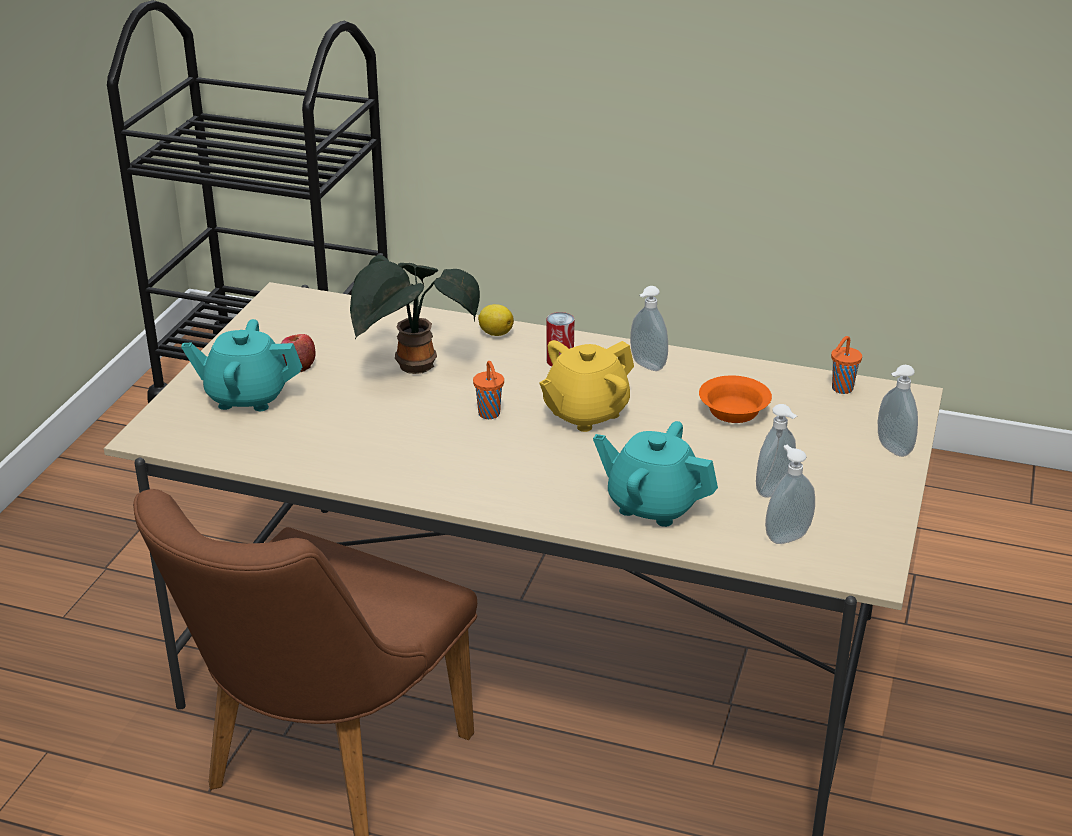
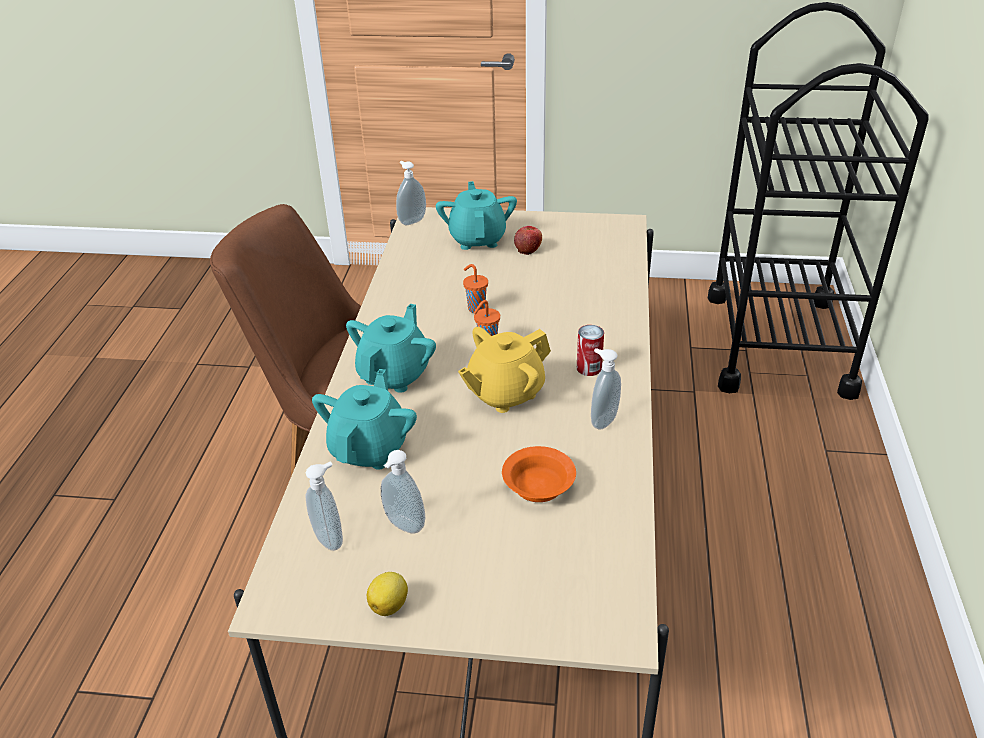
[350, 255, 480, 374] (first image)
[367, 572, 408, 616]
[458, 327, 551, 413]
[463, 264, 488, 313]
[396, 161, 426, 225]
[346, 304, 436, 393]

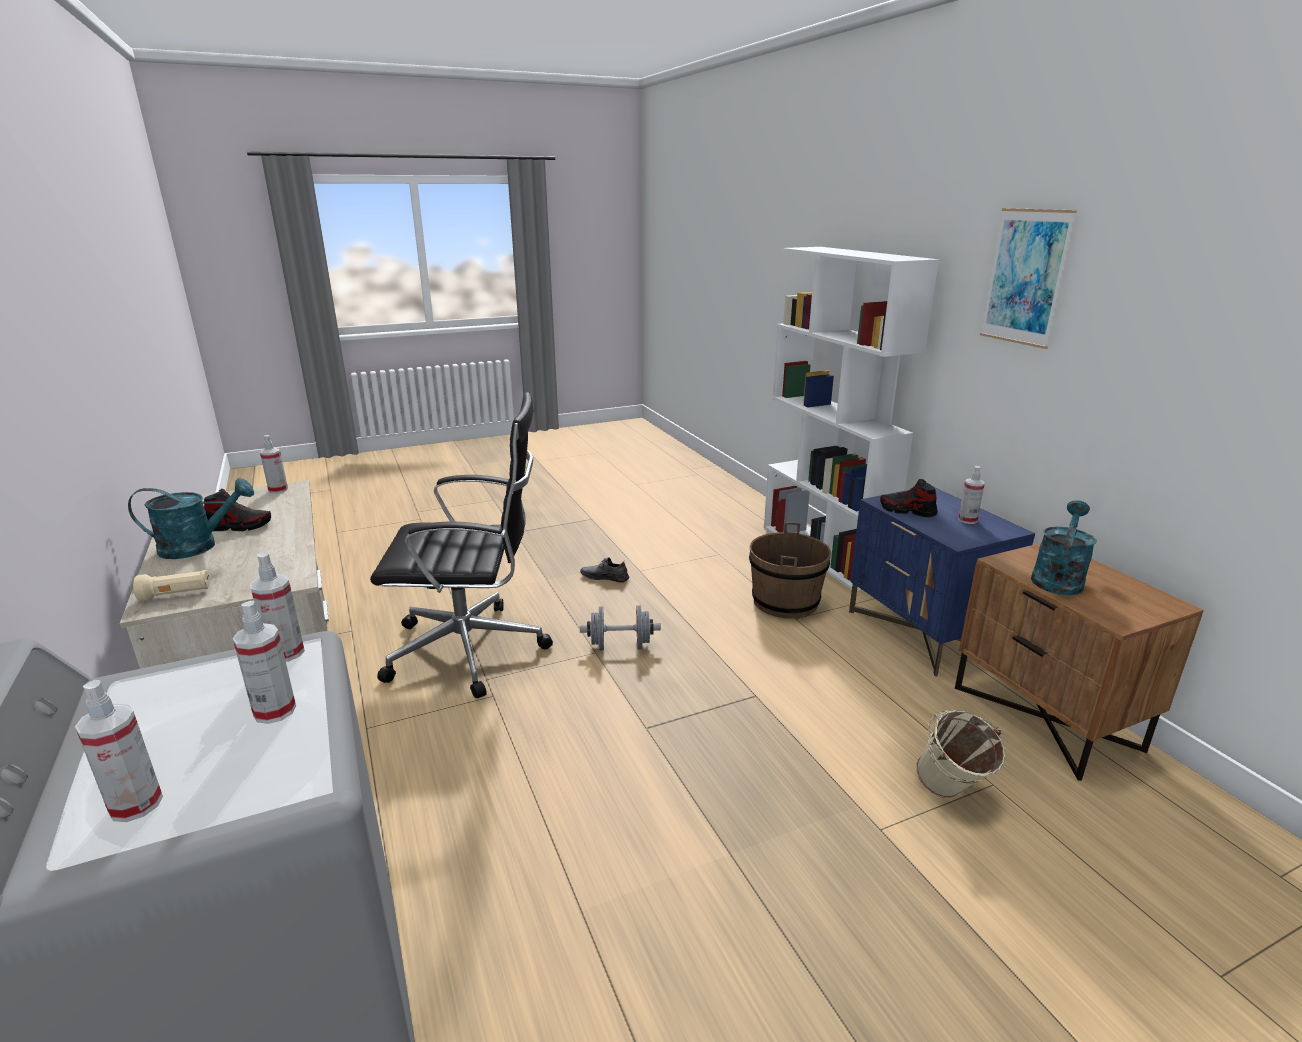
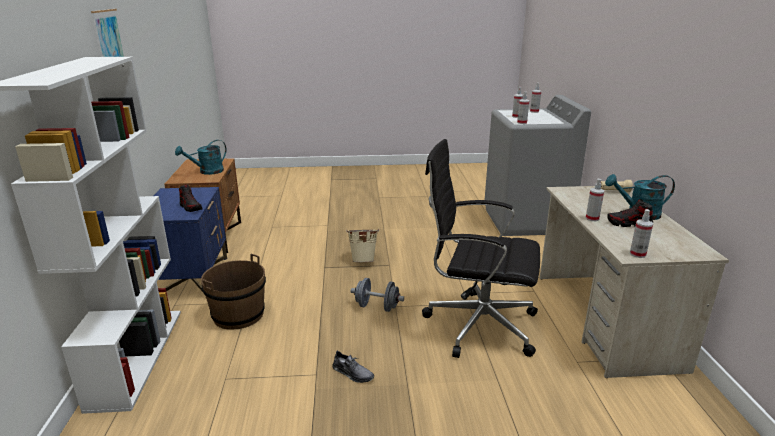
[346, 229, 379, 262]
[586, 179, 604, 221]

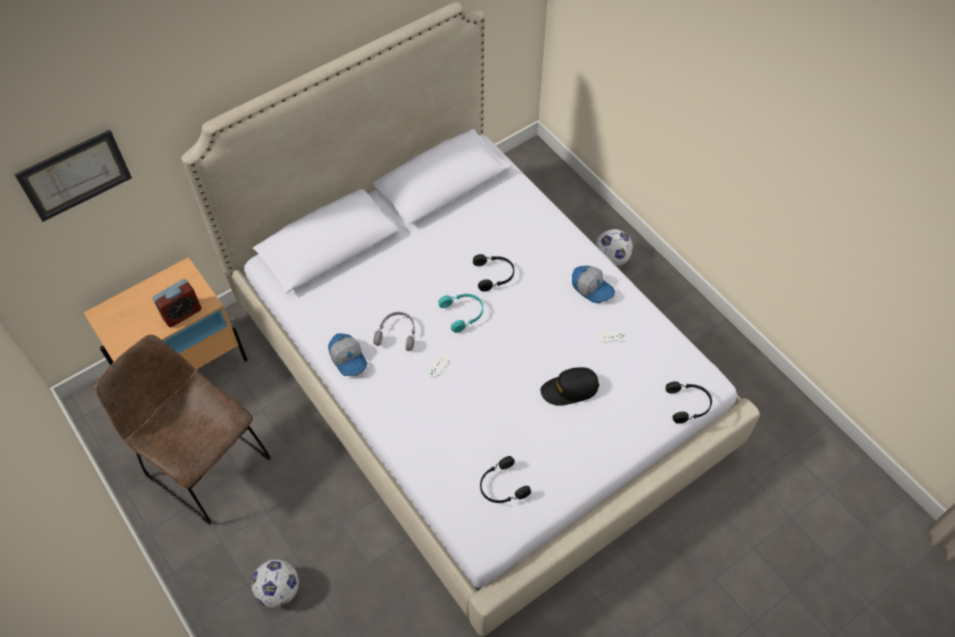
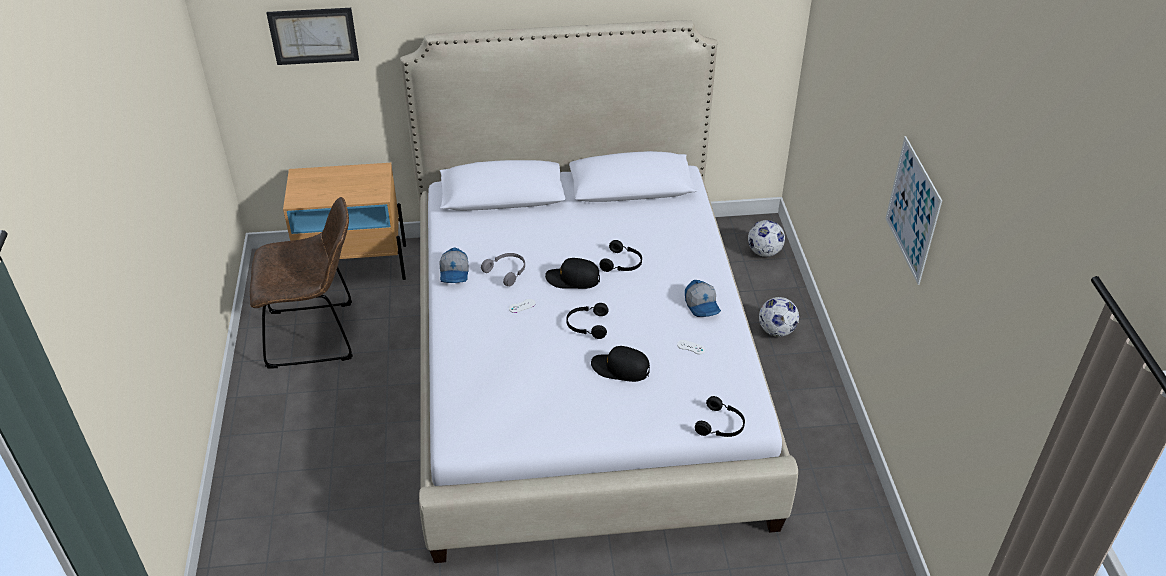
[250, 197, 353, 369]
[152, 279, 201, 327] (first image)
[748, 220, 785, 257]
[545, 258, 600, 289]
[566, 303, 608, 339]
[885, 136, 942, 285]

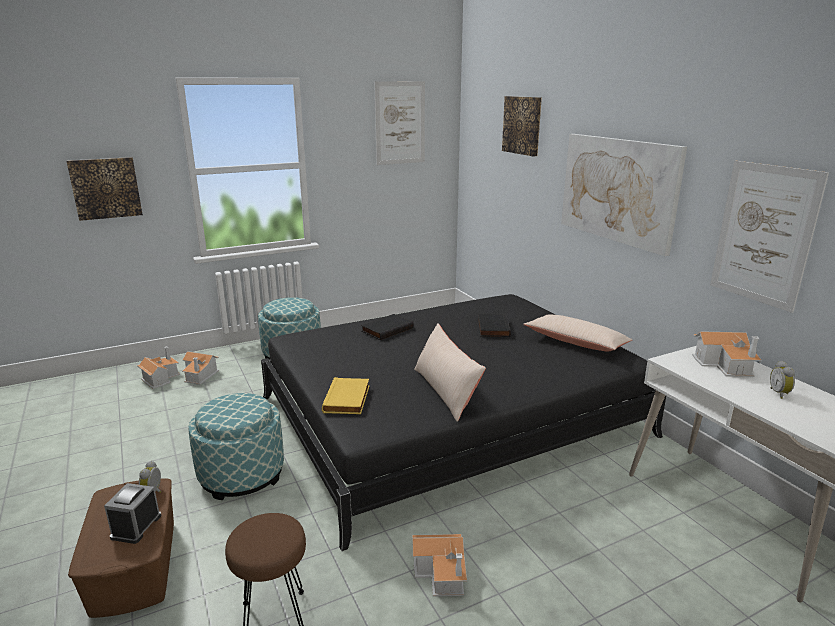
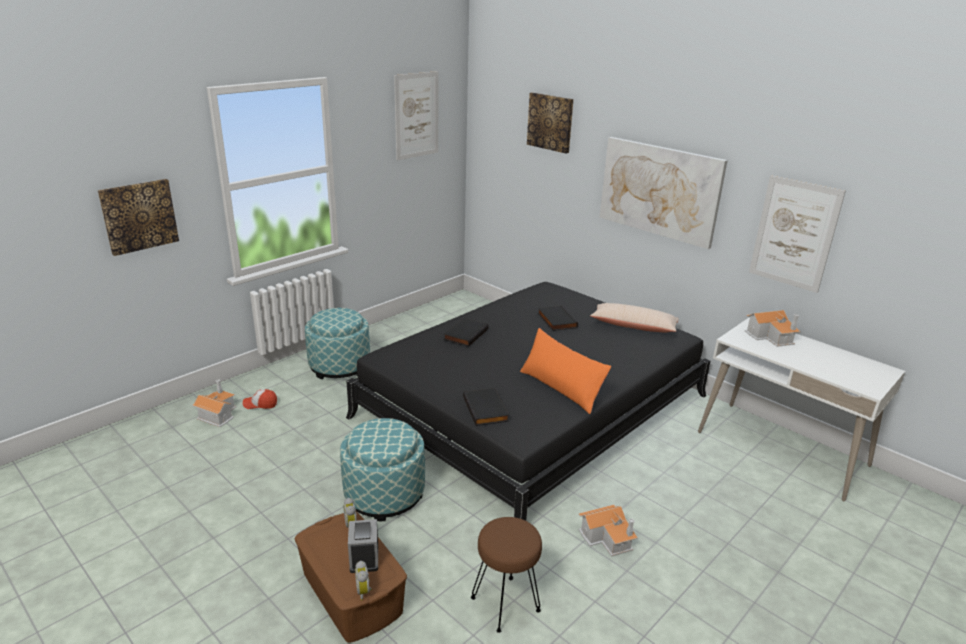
[243, 389, 277, 409]
[463, 388, 509, 426]
[520, 328, 611, 414]
[355, 561, 372, 601]

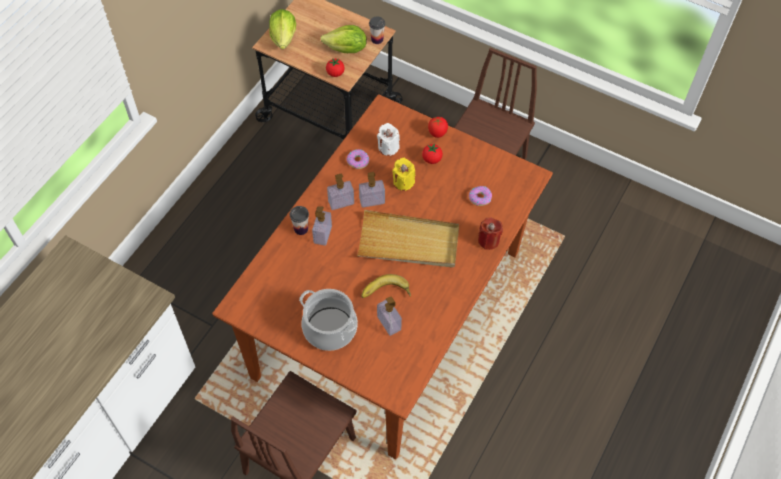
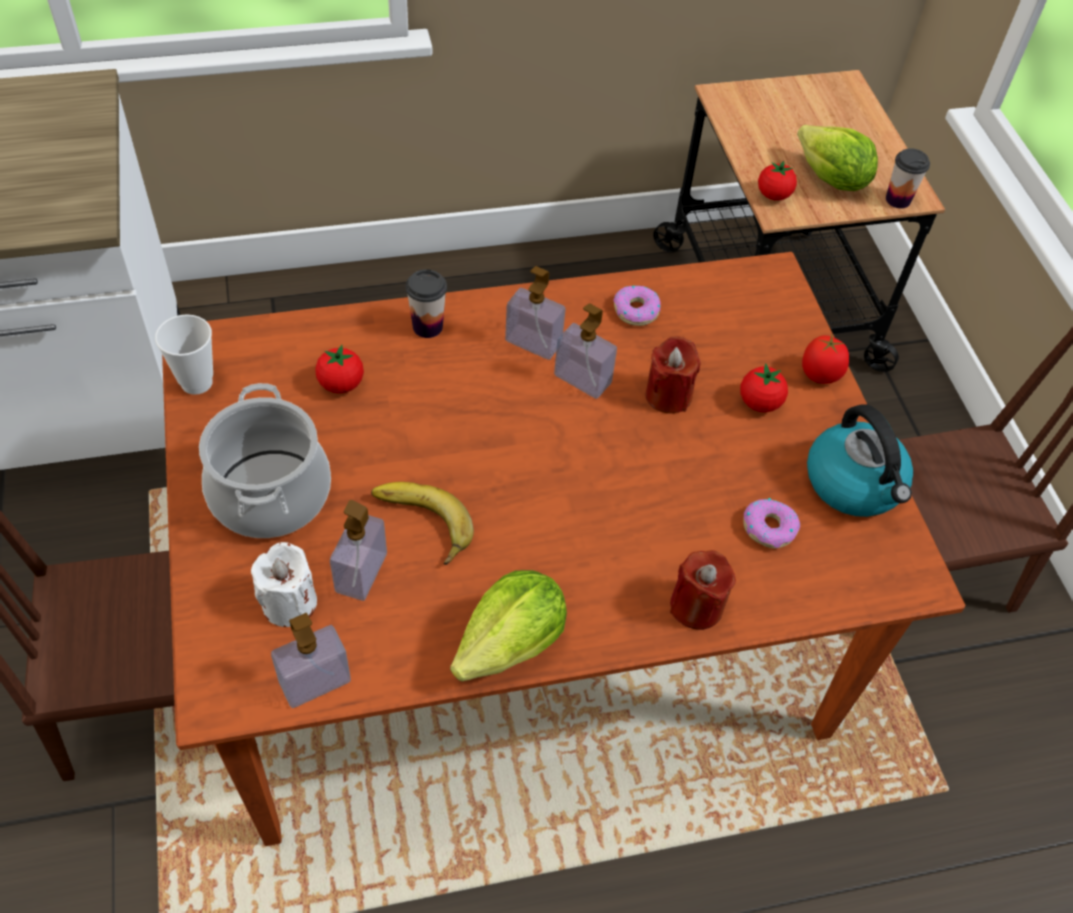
[450, 570, 567, 681]
[271, 613, 351, 708]
[357, 210, 459, 267] (first image)
[251, 542, 317, 627]
[645, 336, 701, 414]
[155, 314, 213, 395]
[315, 345, 364, 394]
[807, 404, 913, 517]

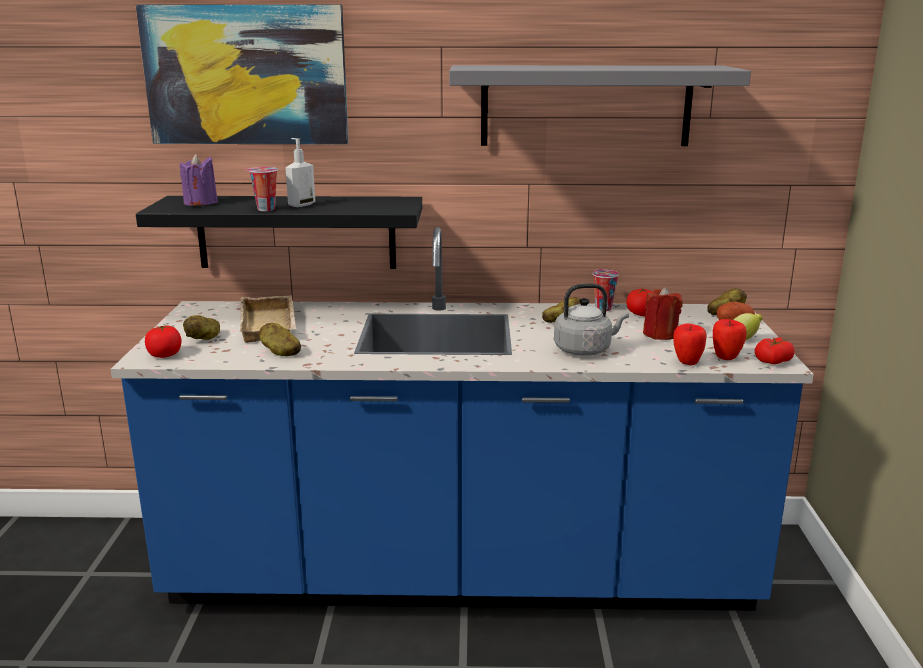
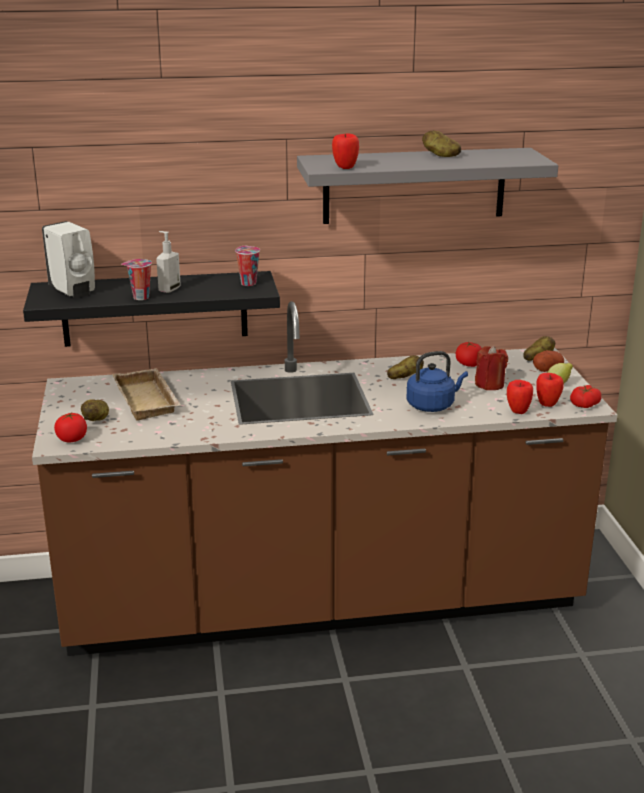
[32, 301, 617, 656]
[136, 4, 349, 144] (first image)
[42, 221, 95, 298]
[422, 130, 461, 157]
[406, 351, 468, 412]
[235, 246, 260, 286]
[332, 133, 359, 169]

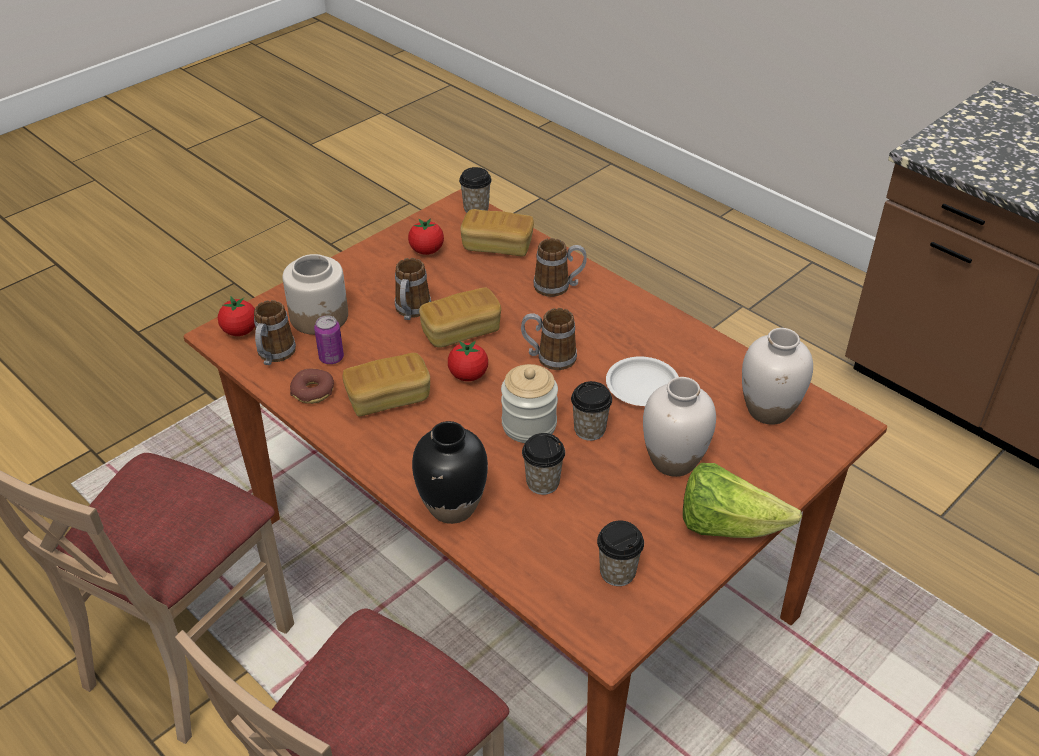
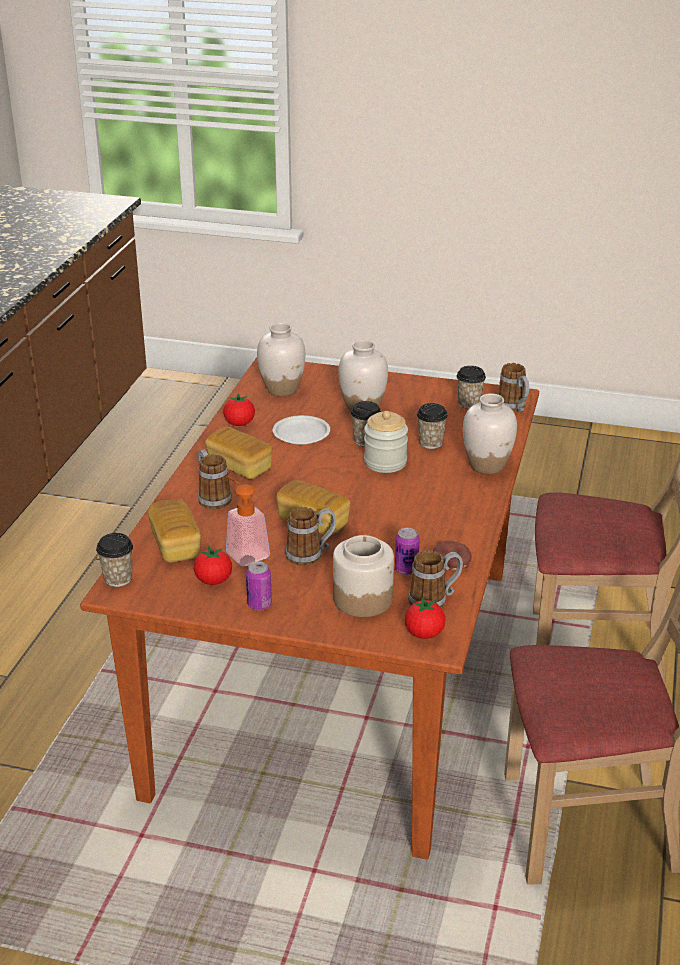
[205, 427, 272, 479]
[463, 393, 517, 474]
[223, 393, 255, 426]
[498, 363, 529, 412]
[683, 463, 802, 538] (first image)
[226, 476, 270, 566]
[246, 561, 272, 610]

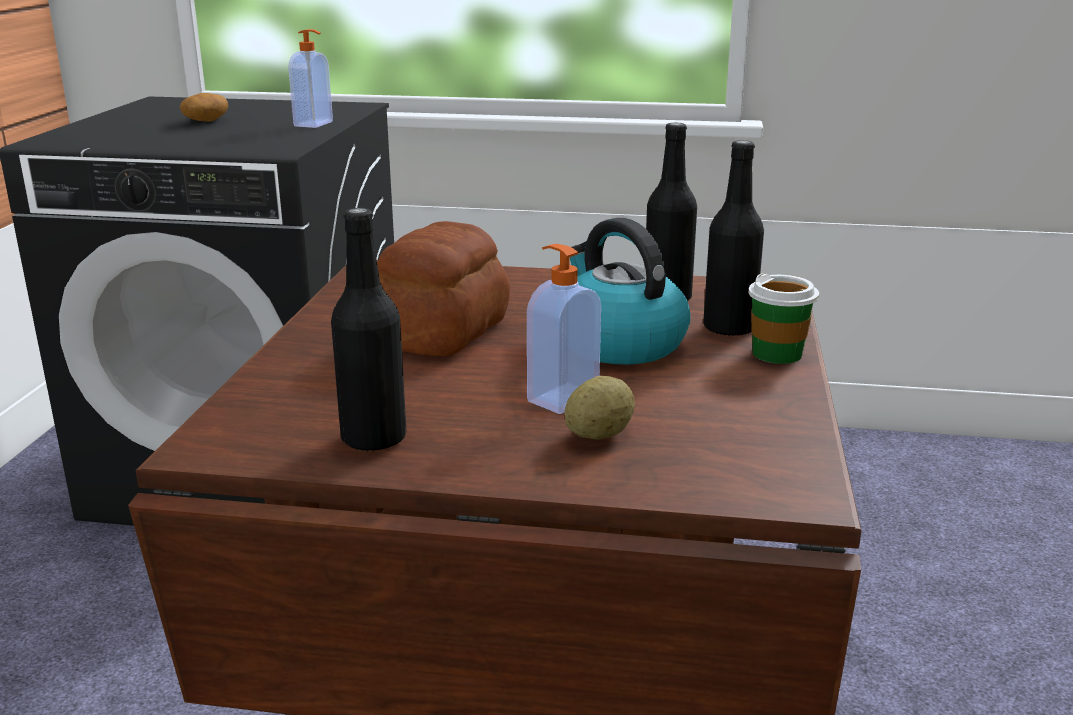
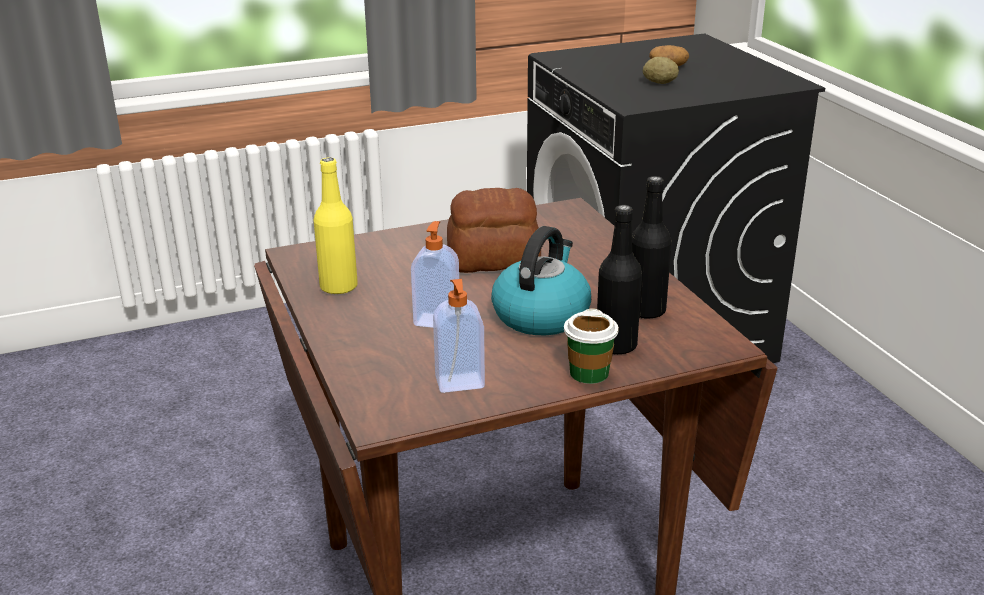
[433, 279, 485, 393]
[314, 157, 358, 295]
[643, 57, 679, 84]

